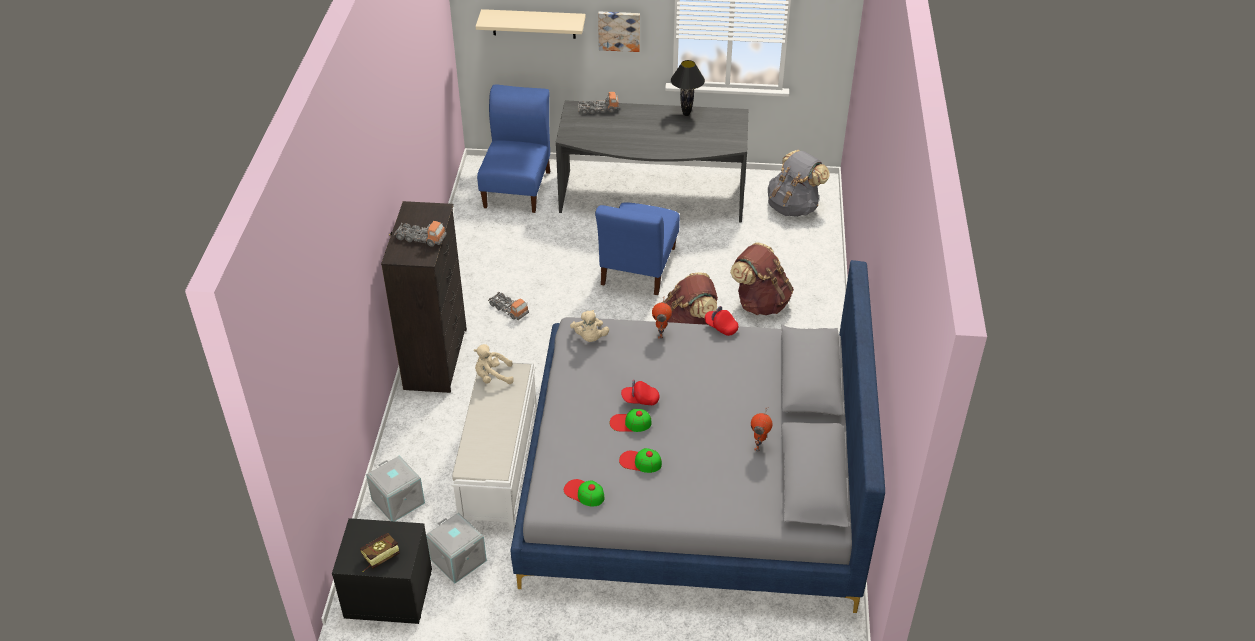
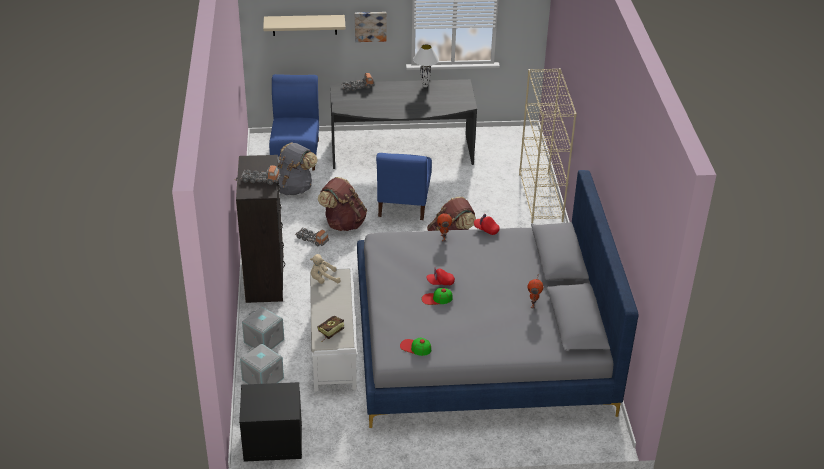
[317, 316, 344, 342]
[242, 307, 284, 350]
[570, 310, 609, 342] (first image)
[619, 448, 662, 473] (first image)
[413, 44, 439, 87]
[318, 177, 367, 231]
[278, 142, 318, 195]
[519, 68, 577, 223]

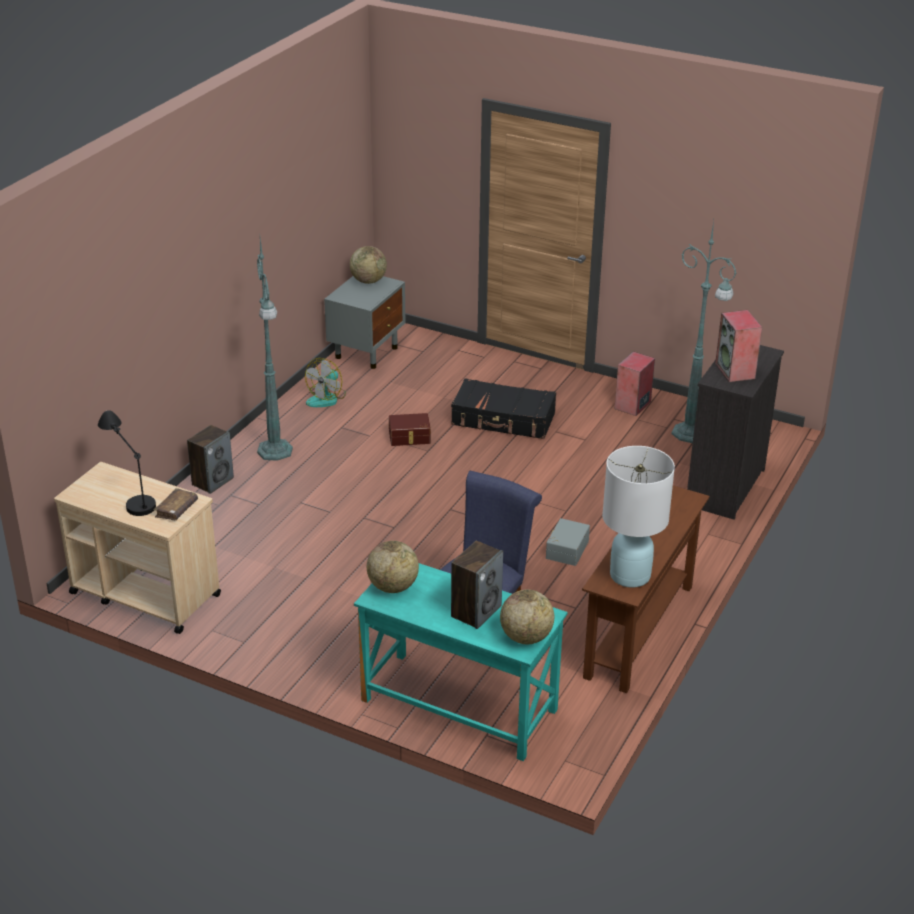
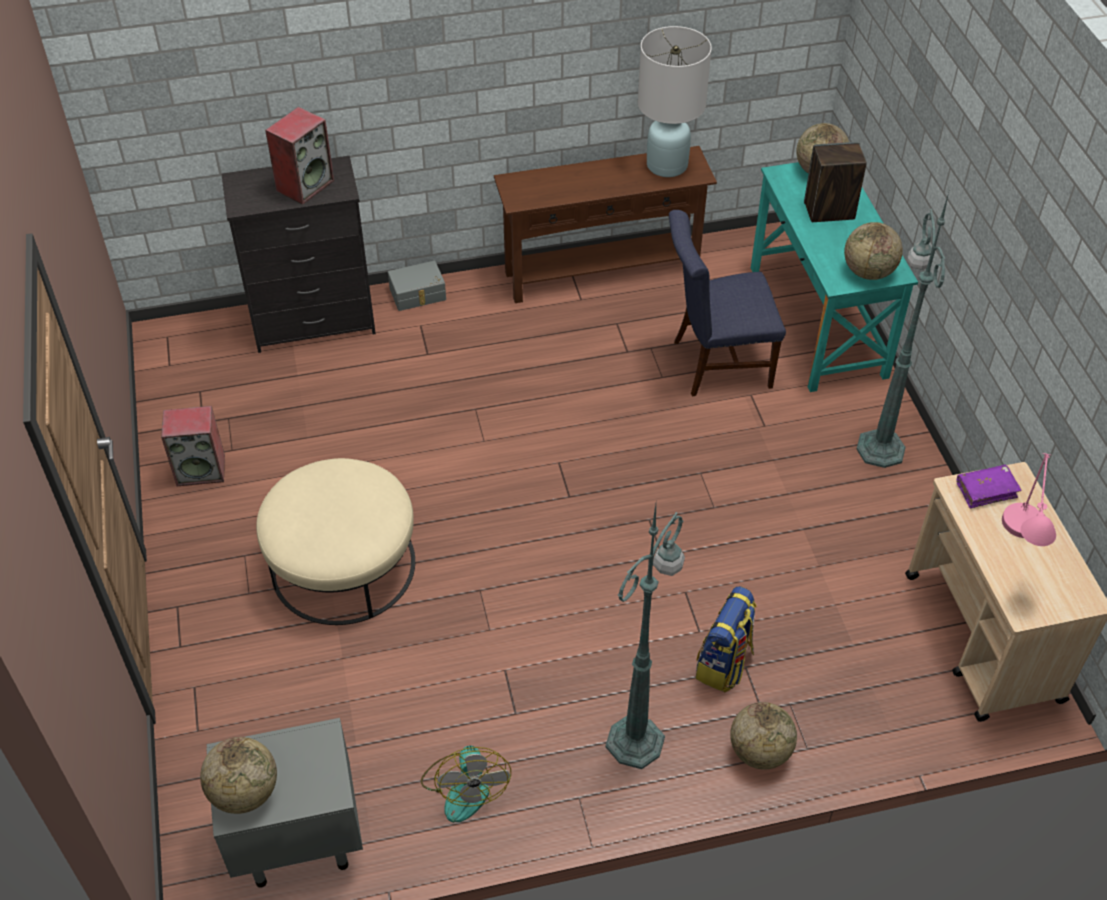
[1002, 453, 1056, 546]
[956, 465, 1022, 508]
[730, 702, 797, 770]
[421, 746, 511, 822]
[389, 413, 431, 446] (first image)
[256, 458, 415, 625]
[388, 261, 446, 311]
[856, 189, 950, 468]
[695, 586, 757, 693]

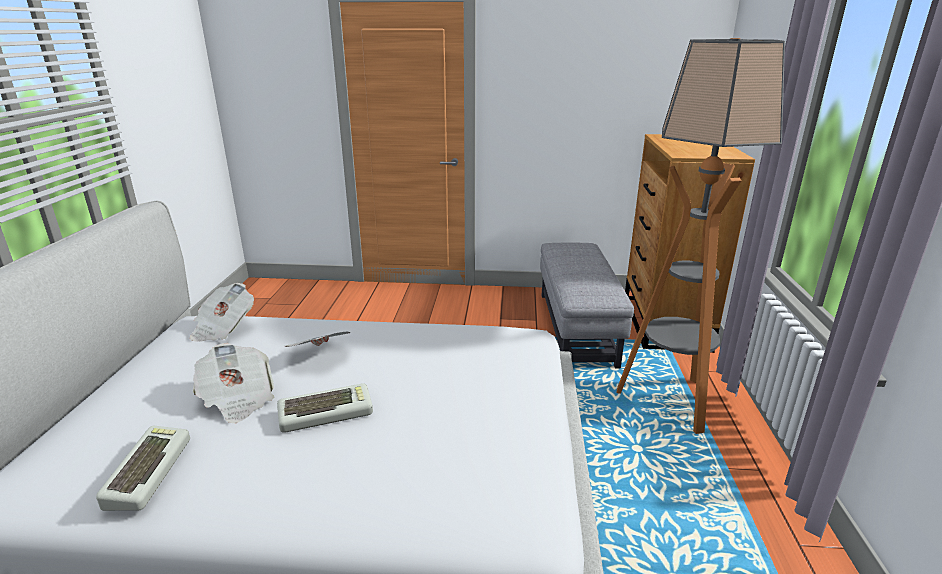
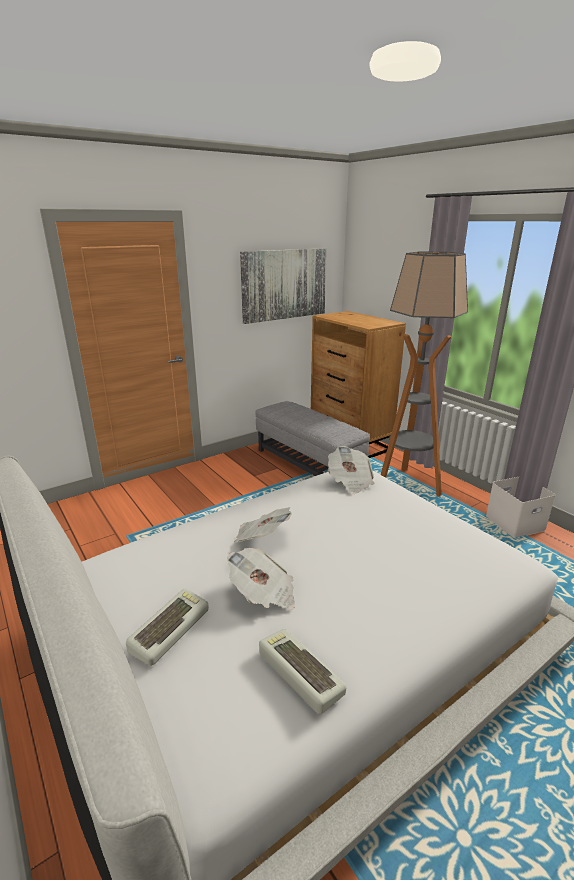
[328, 446, 375, 494]
[126, 588, 209, 666]
[240, 248, 327, 324]
[486, 477, 556, 538]

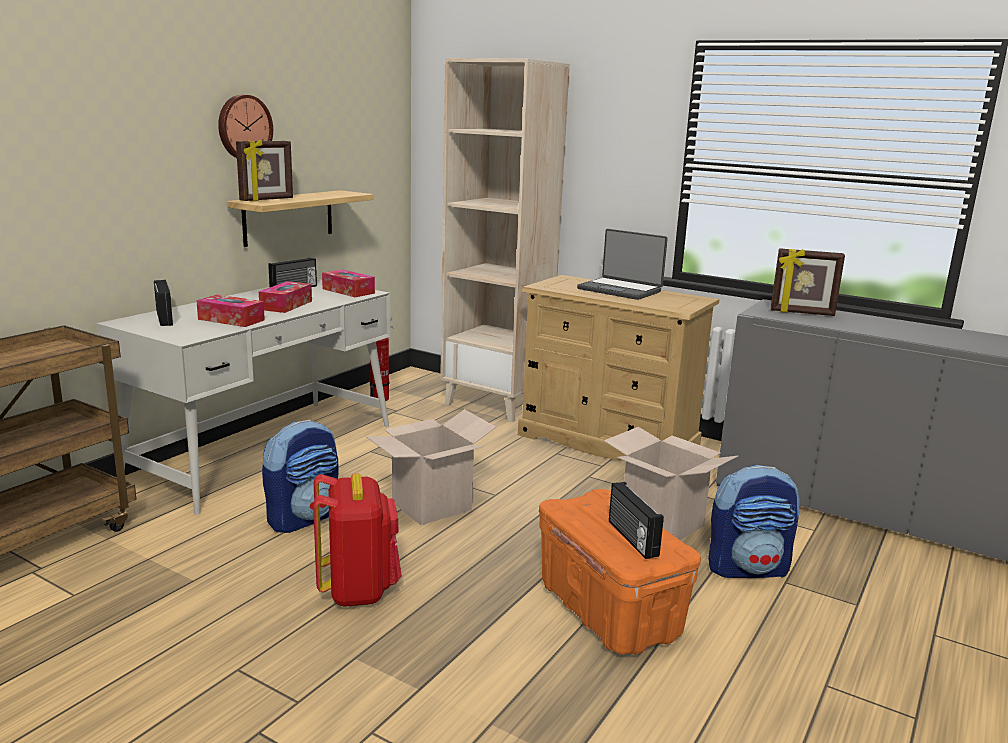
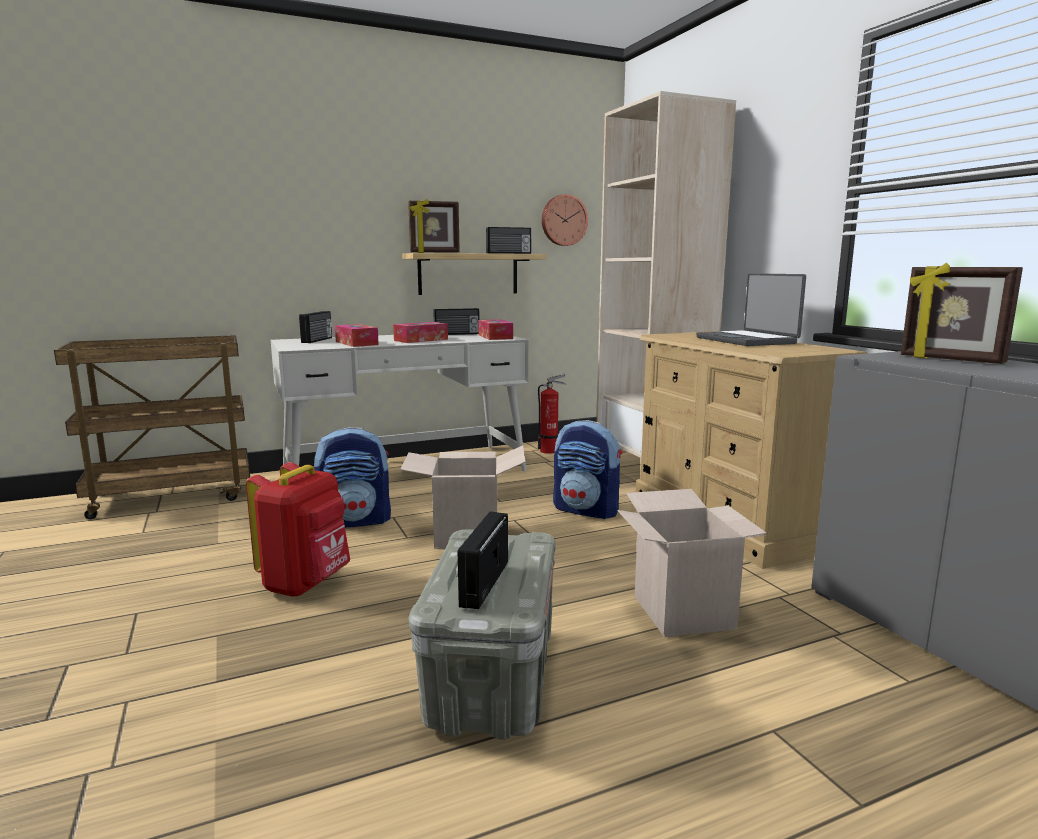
[542, 194, 588, 246]
[408, 529, 555, 740]
[553, 420, 622, 519]
[486, 227, 531, 254]

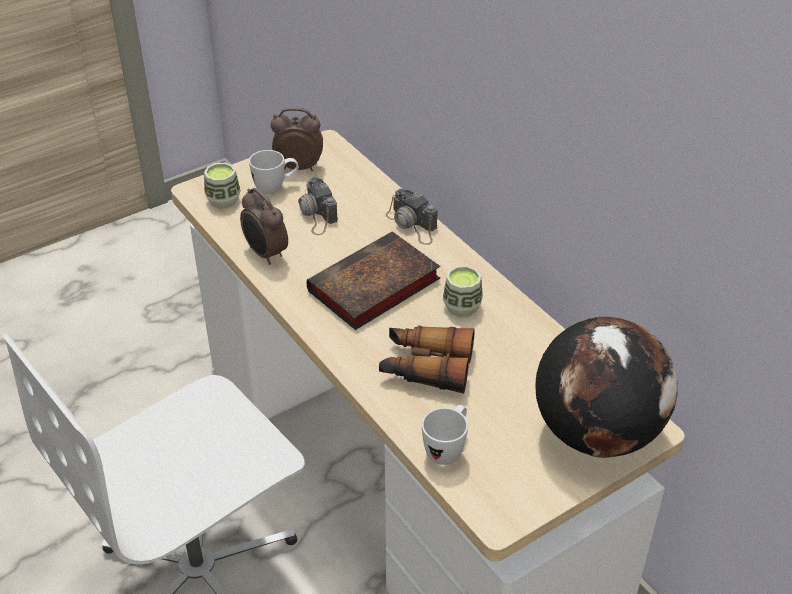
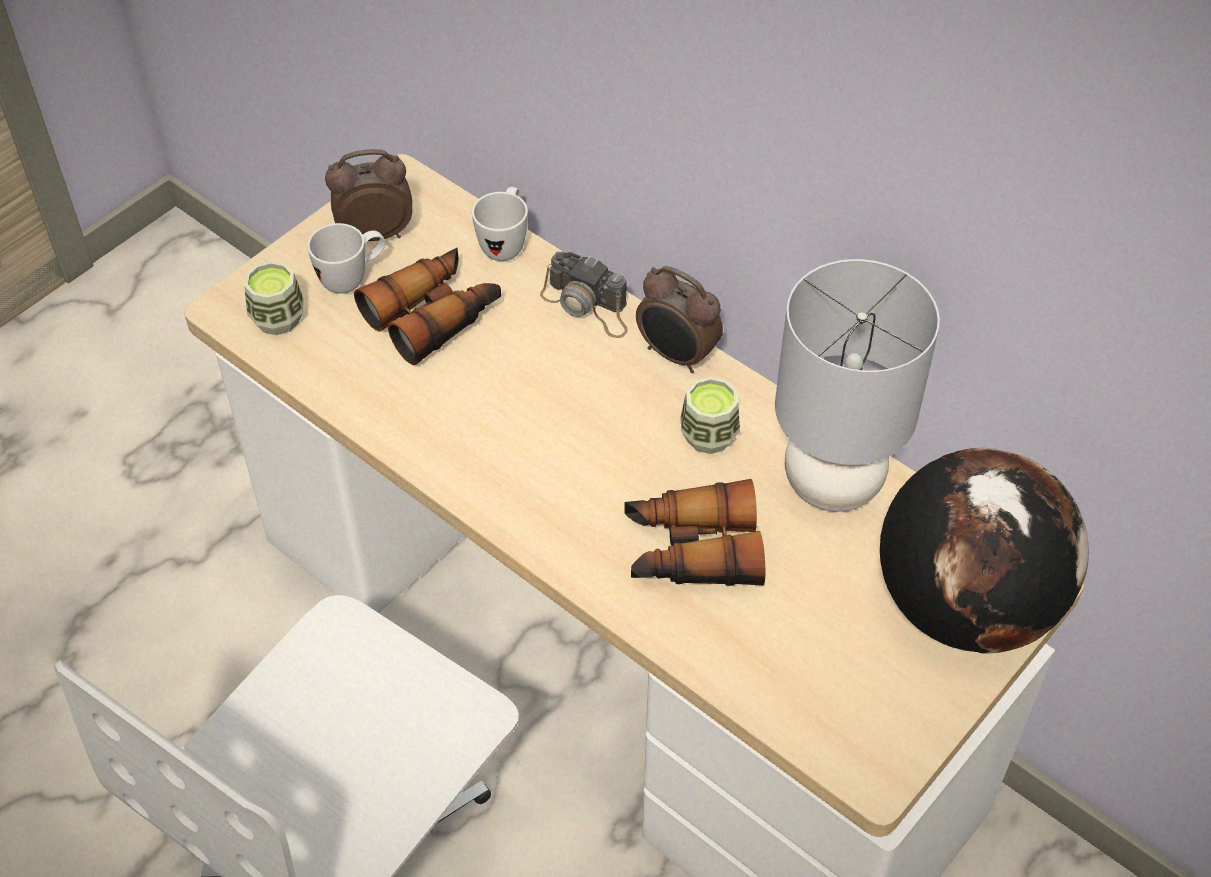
[636, 266, 723, 373]
[354, 248, 501, 365]
[306, 231, 440, 330] (first image)
[472, 187, 528, 261]
[775, 259, 940, 512]

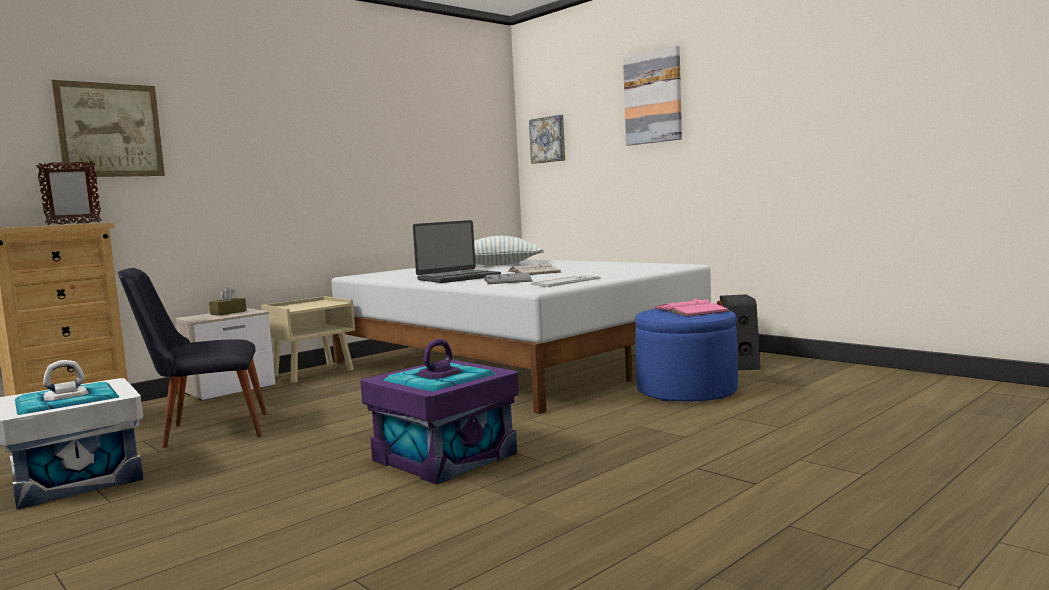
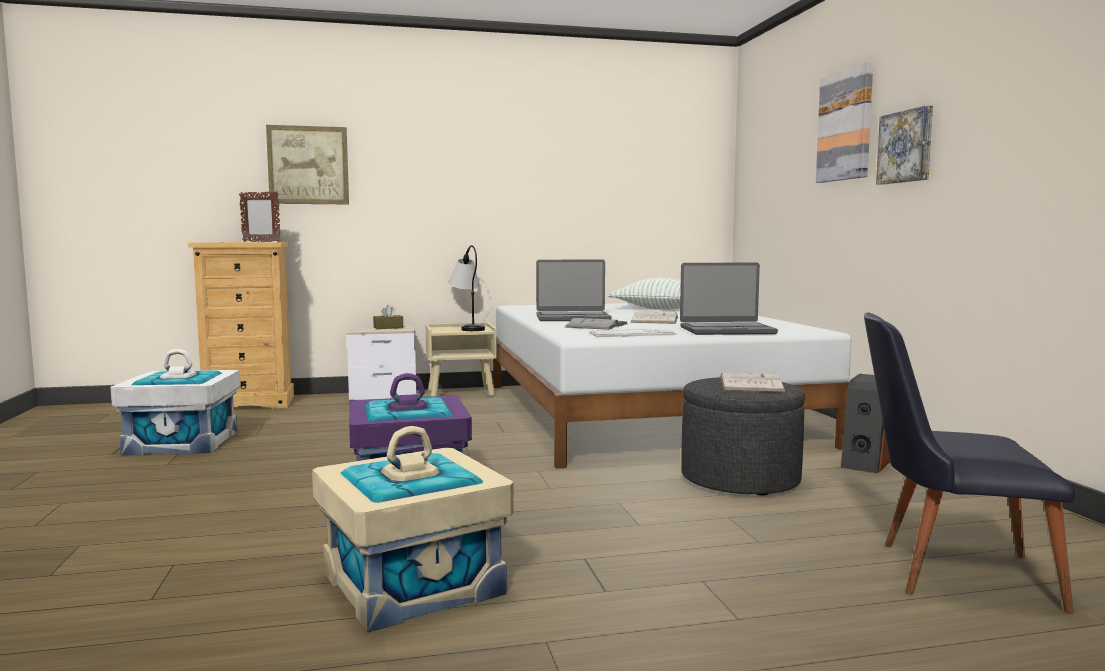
[864, 312, 1075, 614]
[876, 105, 933, 185]
[681, 377, 805, 495]
[720, 371, 785, 392]
[312, 426, 514, 632]
[449, 245, 485, 331]
[680, 263, 778, 335]

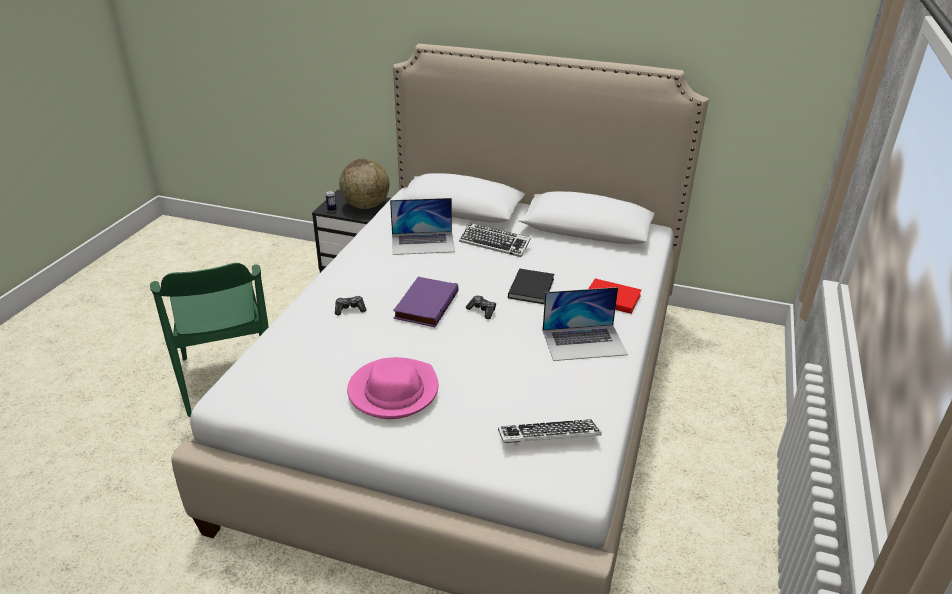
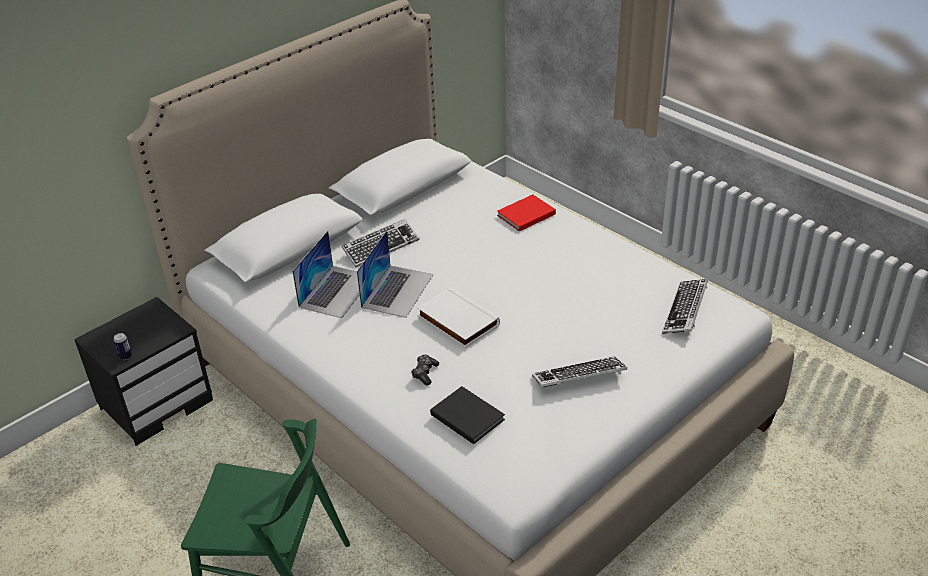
[339, 159, 389, 209] (first image)
[532, 356, 627, 389]
[417, 287, 500, 348]
[466, 295, 496, 319] (first image)
[430, 386, 505, 444]
[357, 230, 433, 318]

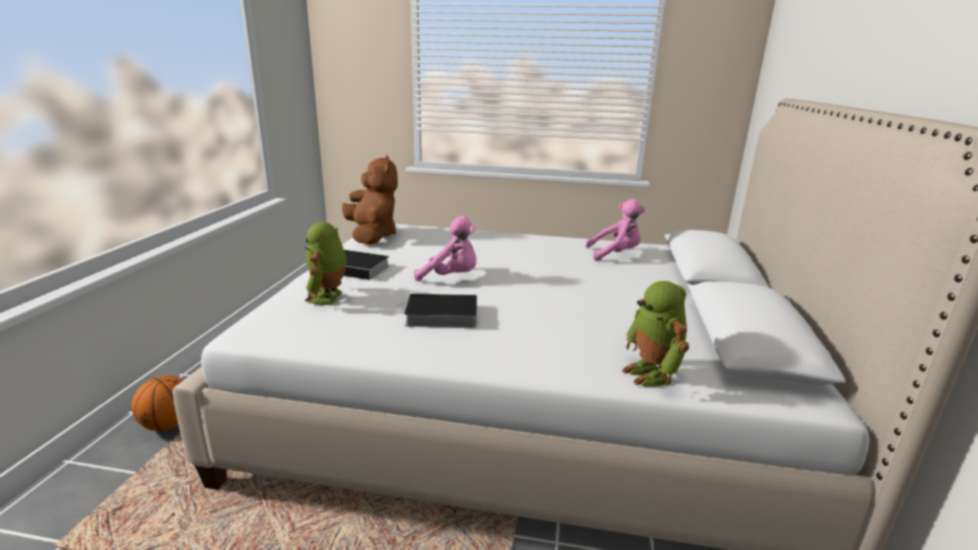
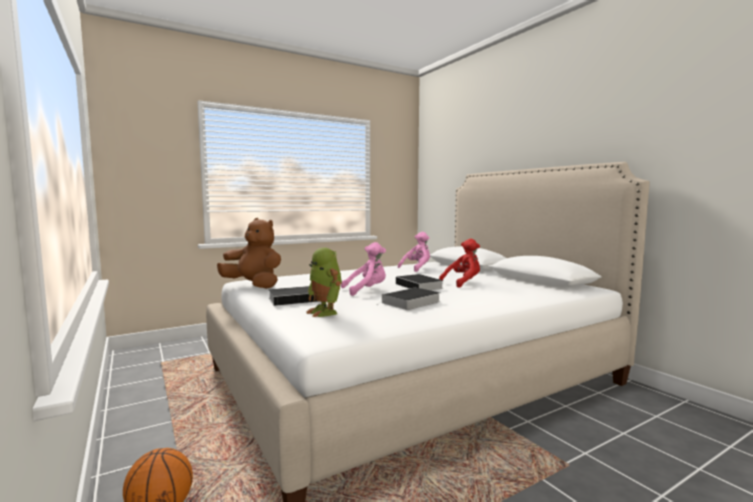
[622, 281, 689, 387] (first image)
[396, 274, 444, 290]
[439, 239, 480, 288]

